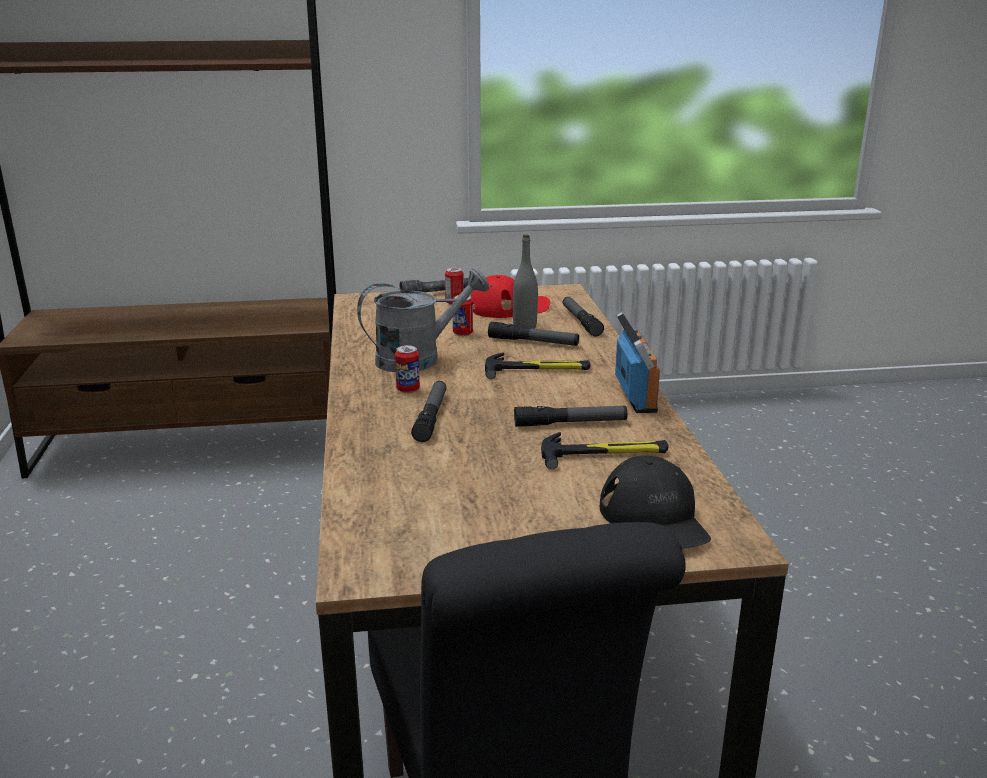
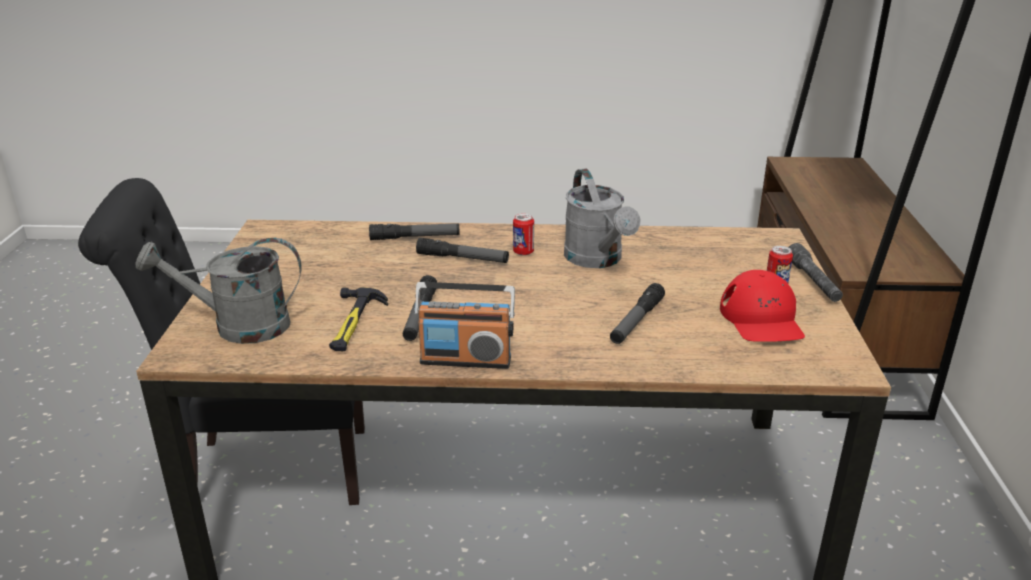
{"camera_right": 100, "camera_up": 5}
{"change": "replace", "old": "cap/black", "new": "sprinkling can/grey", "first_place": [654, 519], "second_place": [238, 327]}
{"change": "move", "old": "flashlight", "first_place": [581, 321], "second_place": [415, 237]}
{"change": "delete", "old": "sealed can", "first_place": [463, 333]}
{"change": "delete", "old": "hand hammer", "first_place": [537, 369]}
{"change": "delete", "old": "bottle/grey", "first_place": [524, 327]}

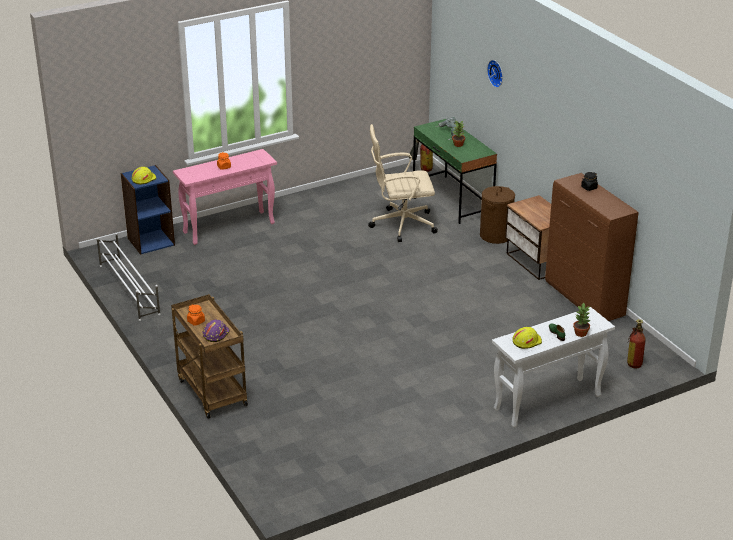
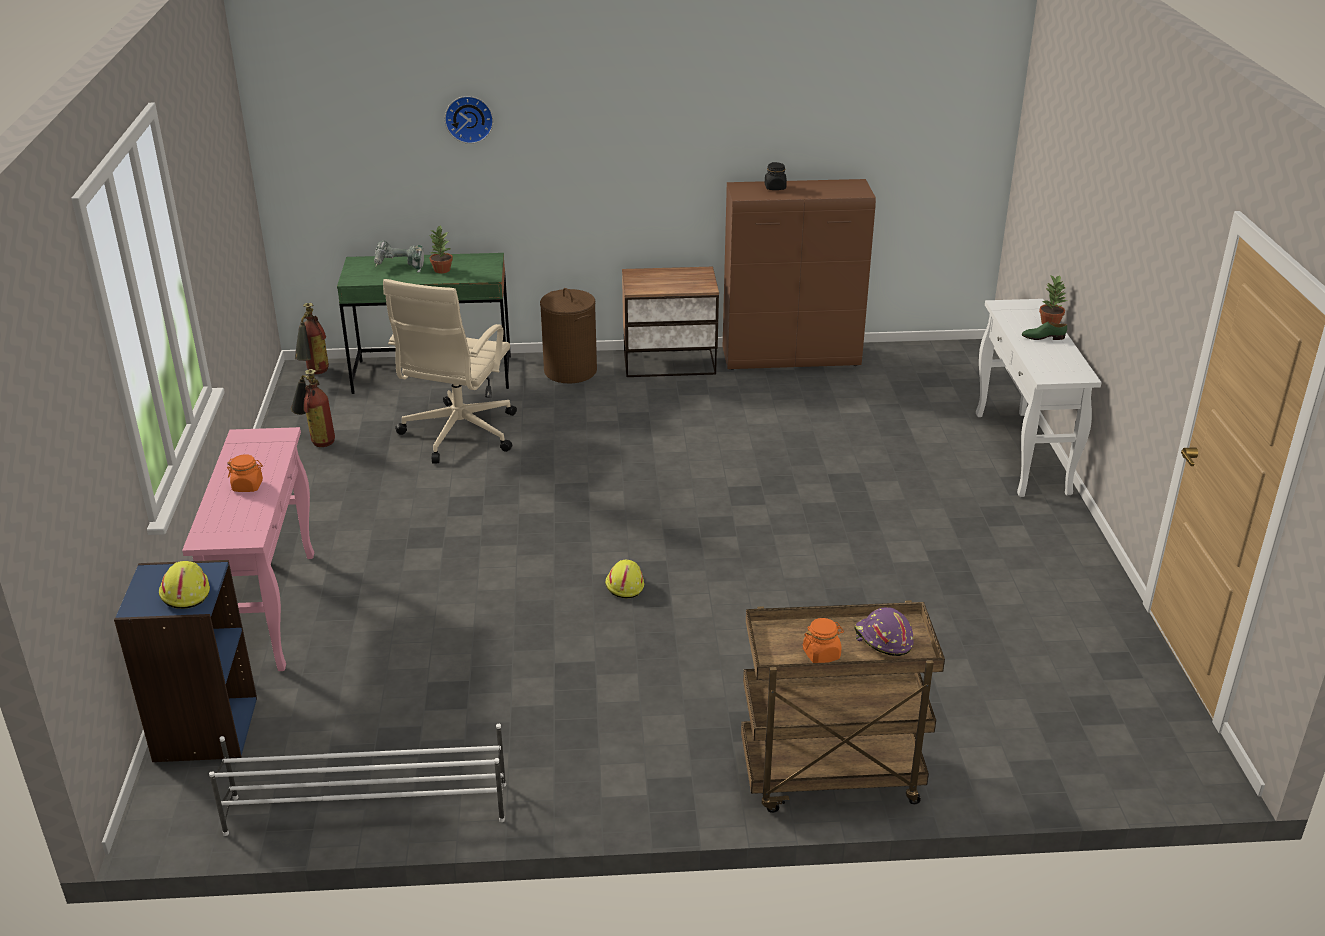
{"camera_right": -65, "camera_up": 0}
{"change": "move", "old": "extinguisher", "first_place": [634, 361], "second_place": [316, 439]}
{"change": "move", "old": "hard hat/yellow-coloured", "first_place": [526, 341], "second_place": [624, 585]}

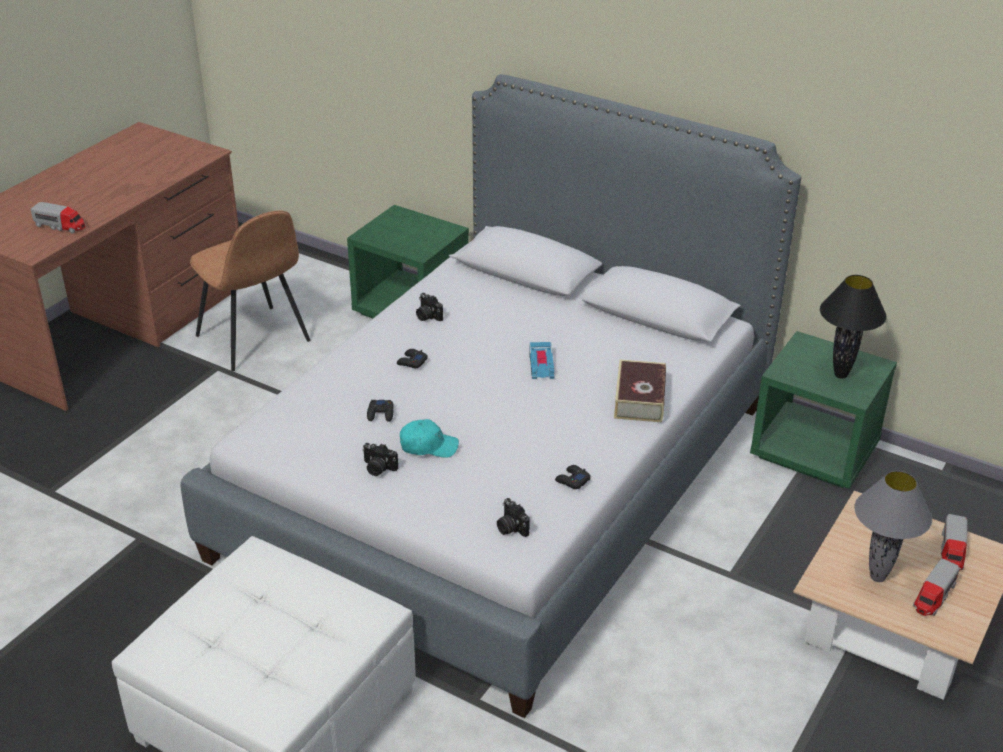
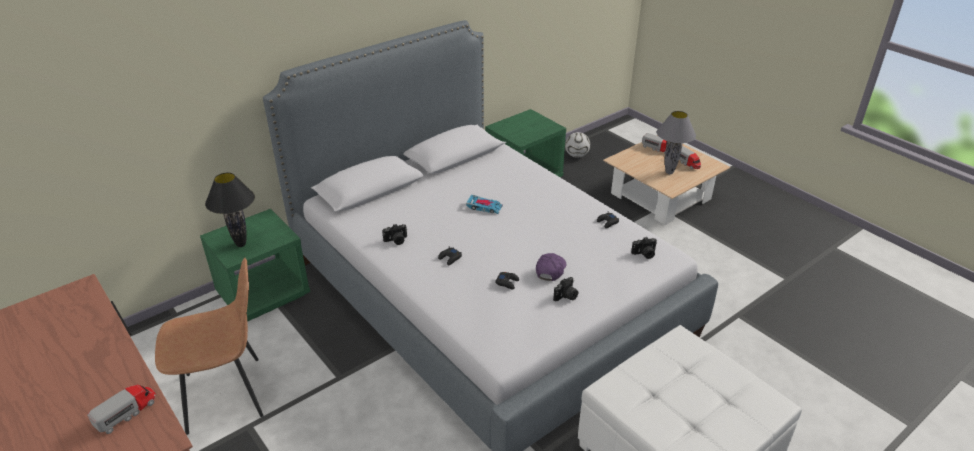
{"camera_right": -70, "camera_up": 0}
{"change": "move", "old": "tabletop lamp/black", "first_place": [841, 375], "second_place": [241, 244]}
{"change": "recolor", "old": "cap/turquoise-coloured", "new": "cap/purple-coloured", "first_place": [428, 446], "second_place": [550, 270]}
{"change": "insert", "new": "football", "second_place": [576, 155]}
{"change": "delete", "old": "book", "first_place": [640, 399]}

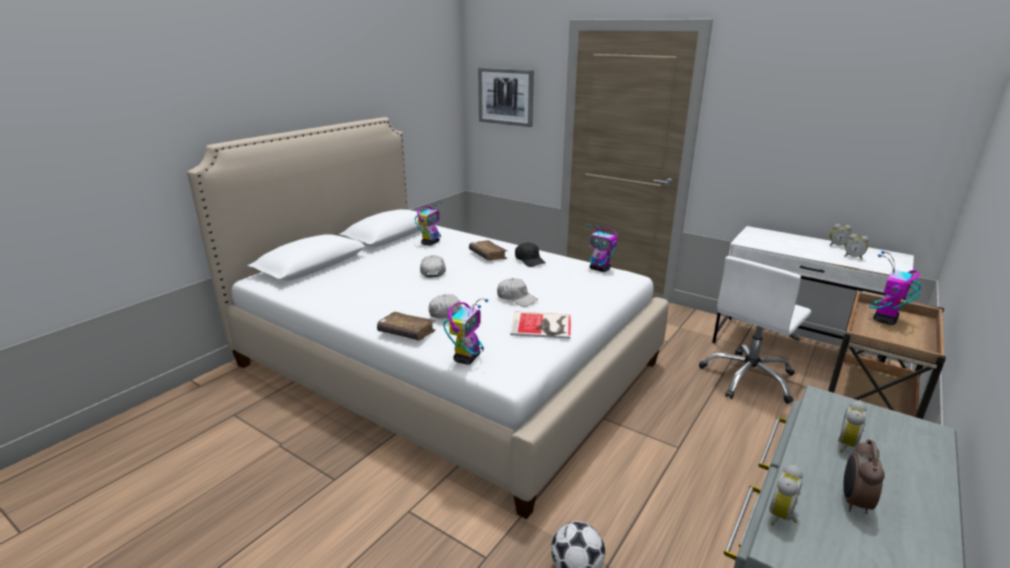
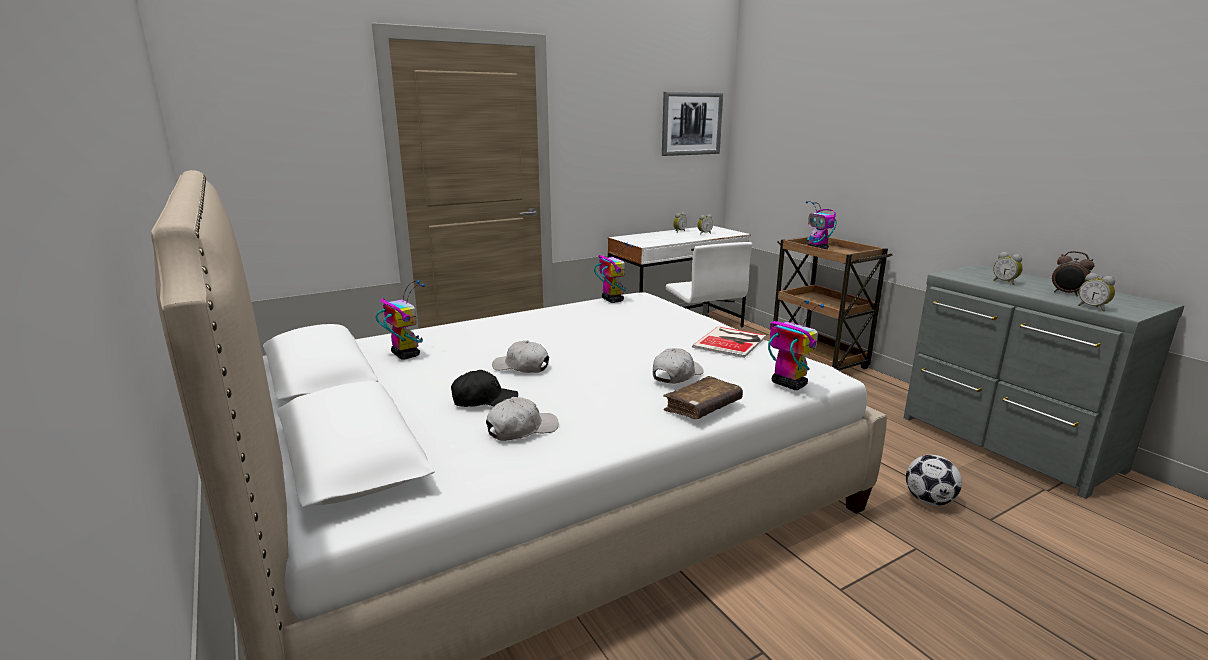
{"camera_right": -65, "camera_up": -5}
{"change": "move", "old": "cap/black", "first_place": [529, 260], "second_place": [484, 400]}
{"change": "move", "old": "cap/white", "first_place": [516, 298], "second_place": [521, 429]}
{"change": "rotate", "old": "robot figure", "first_place": [600, 269], "second_place": [612, 300], "degrees": -90}
{"change": "move", "old": "wall picture", "first_place": [505, 96], "second_place": [691, 123]}
{"change": "delete", "old": "book/brownish", "first_place": [487, 255]}

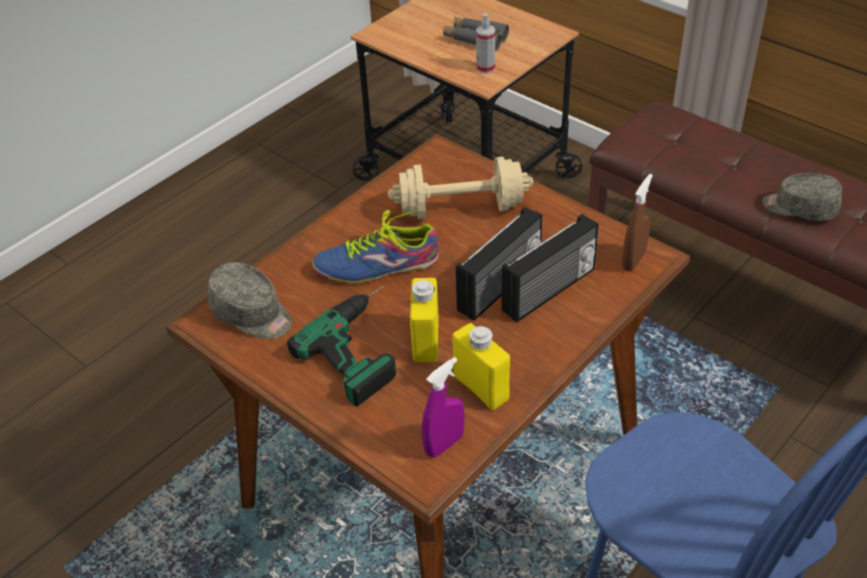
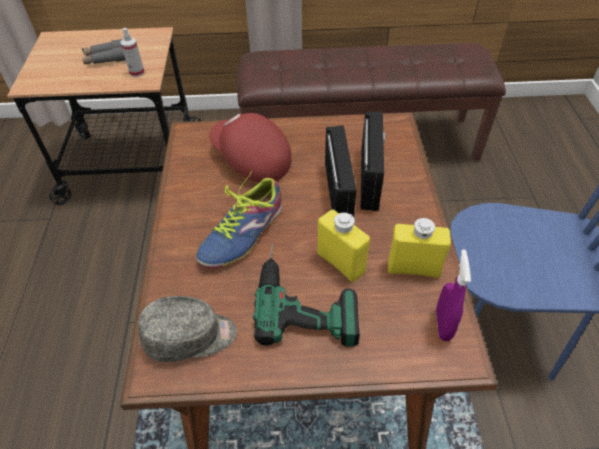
{"camera_right": -45, "camera_up": 5}
{"change": "replace", "old": "hand weight/beige-coloured", "new": "cap/red-coloured", "first_place": [461, 208], "second_place": [251, 160]}
{"change": "delete", "old": "sprayer/brownish", "first_place": [633, 260]}
{"change": "delete", "old": "cap/grey", "first_place": [799, 208]}

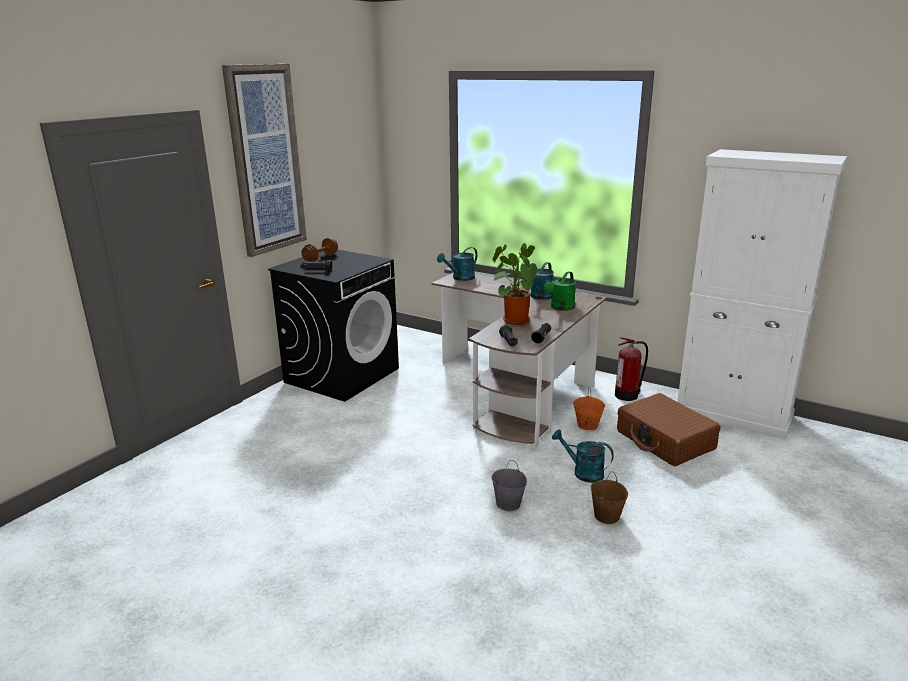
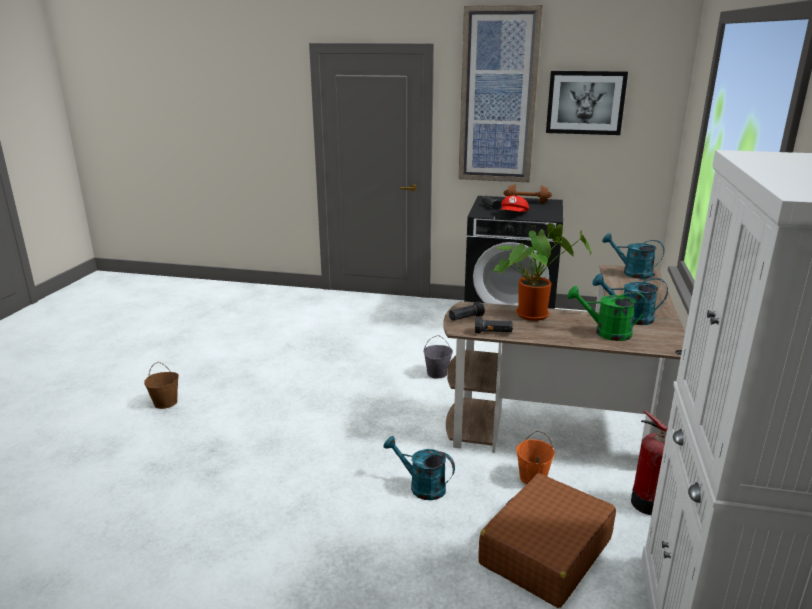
{"camera_right": 70, "camera_up": 0}
{"change": "move", "old": "water bucket/brownish", "first_place": [606, 516], "second_place": [166, 403]}
{"change": "rotate", "old": "sprinkling can/turquoise-coloured", "first_place": [583, 472], "second_place": [421, 486], "degrees": -75}
{"change": "move", "old": "water bucket/grey", "first_place": [508, 504], "second_place": [437, 373]}
{"change": "insert", "new": "cap/red-coloured", "second_place": [514, 215]}
{"change": "insert", "new": "wall picture", "second_place": [585, 102]}

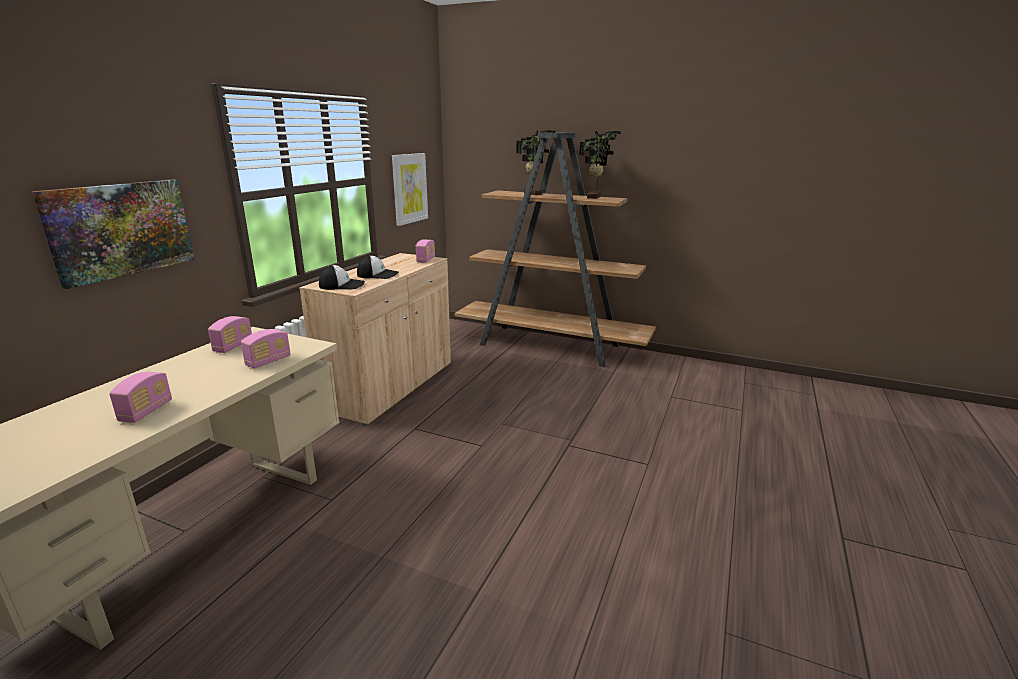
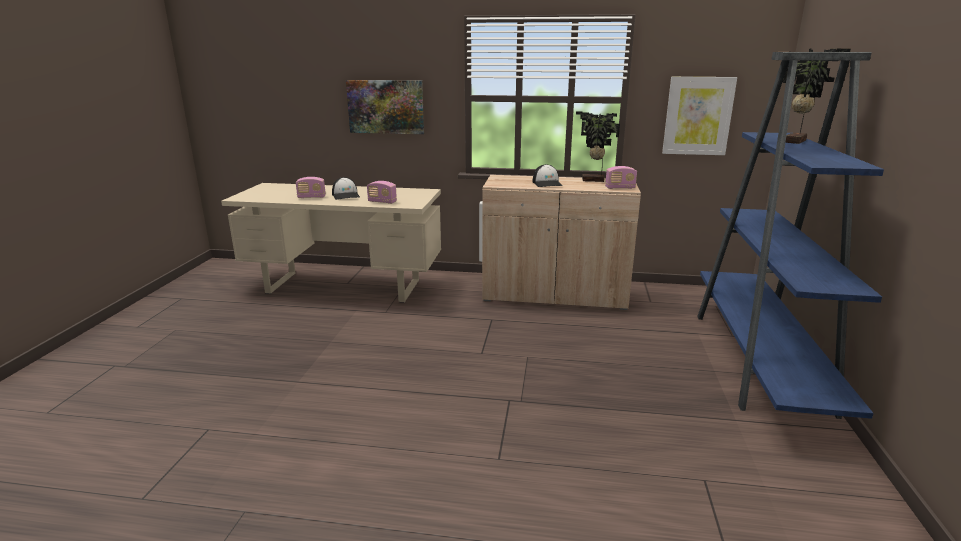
{"camera_right": 75, "camera_up": 0}
{"change": "move", "old": "cap", "first_place": [342, 285], "second_place": [346, 195]}
{"change": "move", "old": "potted plant", "first_place": [595, 197], "second_place": [593, 180]}
{"change": "recolor", "old": "shelving unit/brownish", "new": "shelving unit/bluish", "first_place": [551, 346], "second_place": [759, 361]}
{"change": "delete", "old": "radio set", "first_place": [233, 346]}

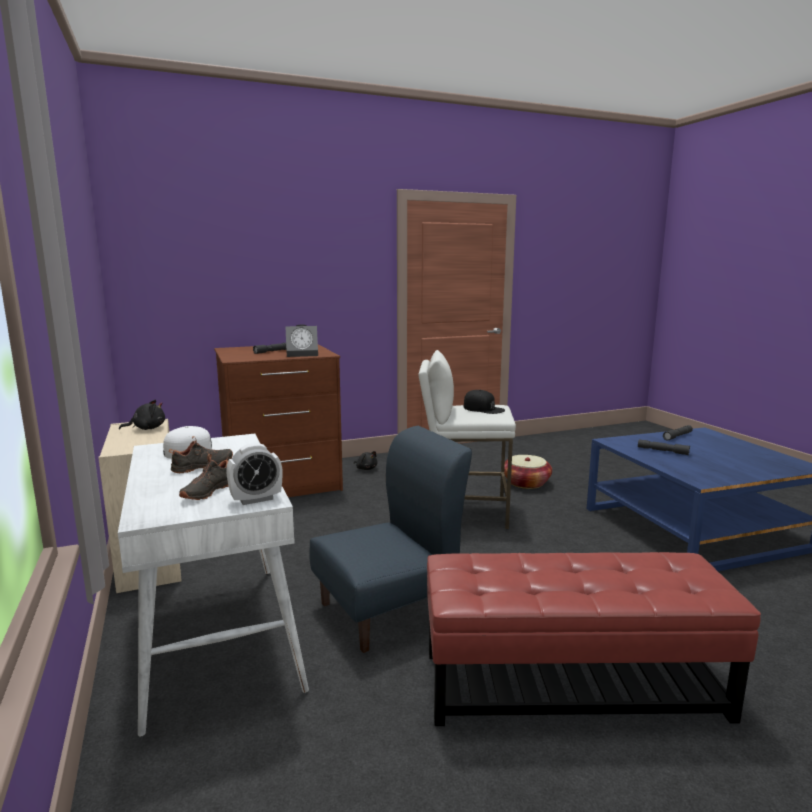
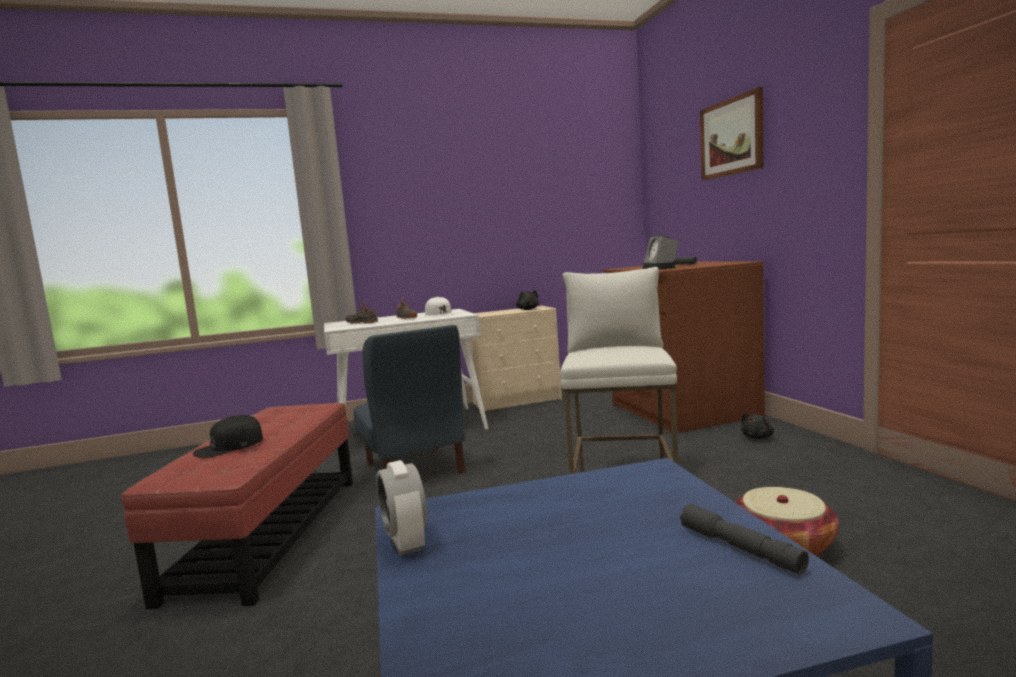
{"camera_right": 95, "camera_up": -5}
{"change": "move", "old": "cap/black", "first_place": [483, 409], "second_place": [229, 446]}
{"change": "move", "old": "table clock", "first_place": [256, 499], "second_place": [406, 543]}
{"change": "insert", "new": "wall picture", "second_place": [732, 137]}
{"change": "delete", "old": "flashlight/grey", "first_place": [662, 451]}

